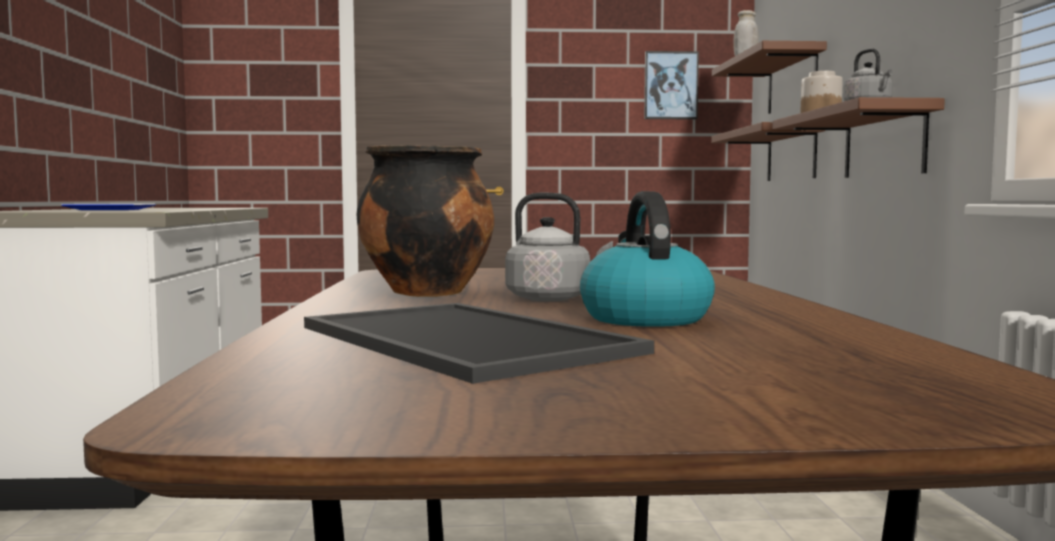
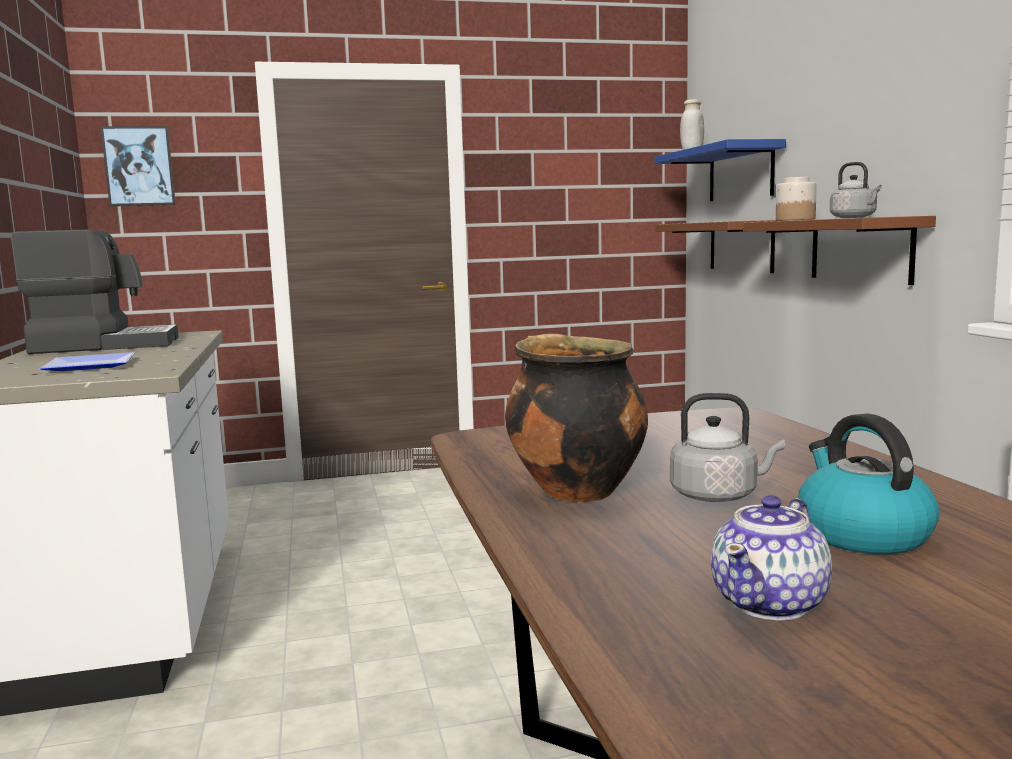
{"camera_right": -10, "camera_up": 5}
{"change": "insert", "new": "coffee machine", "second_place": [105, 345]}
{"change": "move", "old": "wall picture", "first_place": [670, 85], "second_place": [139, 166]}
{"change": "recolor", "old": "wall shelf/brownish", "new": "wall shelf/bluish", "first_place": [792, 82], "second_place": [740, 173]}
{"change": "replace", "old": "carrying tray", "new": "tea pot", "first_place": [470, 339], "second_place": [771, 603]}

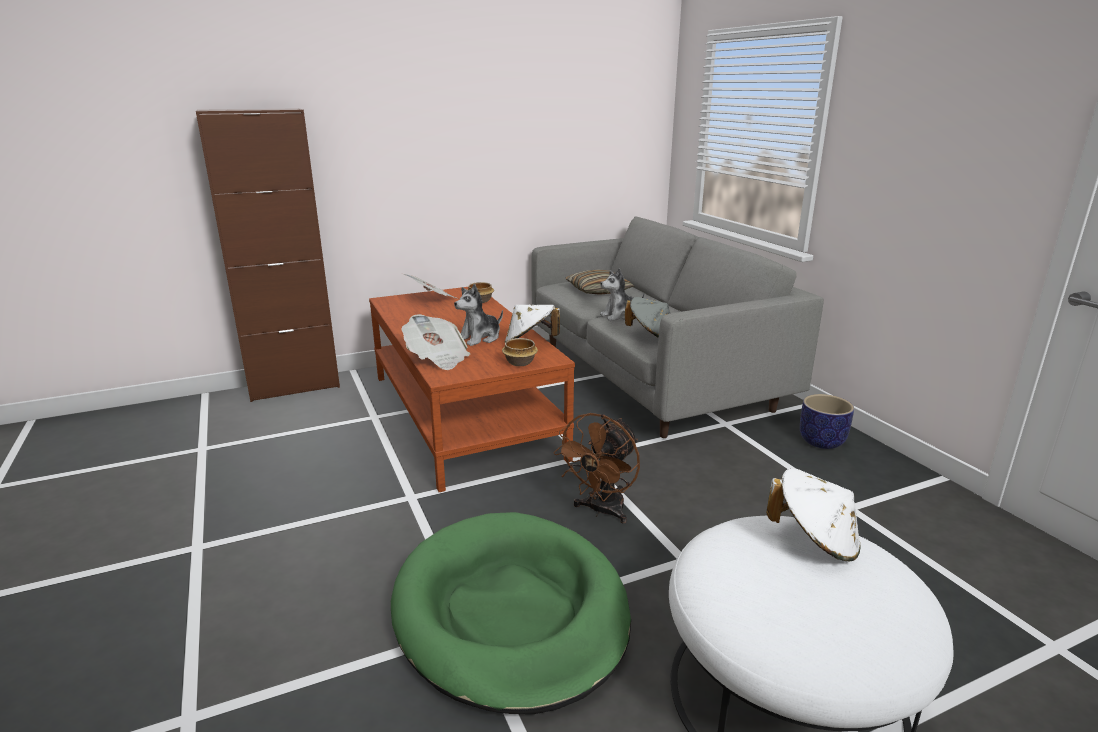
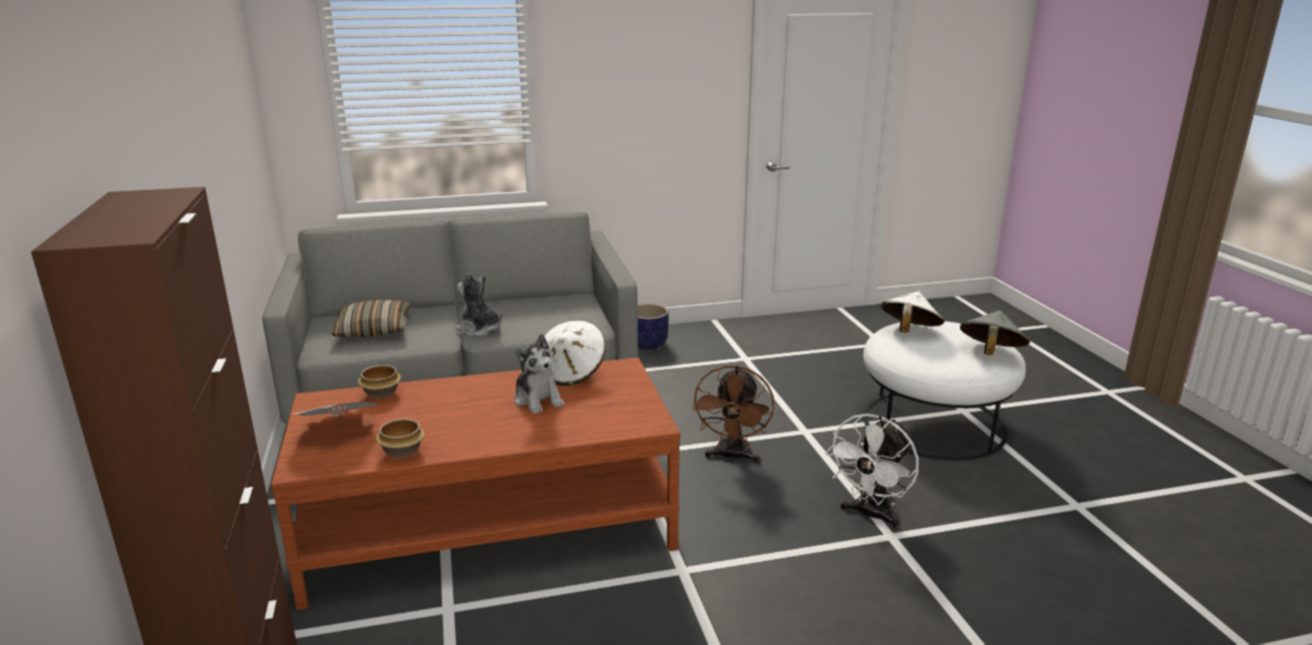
{"camera_right": -80, "camera_up": 0}
{"change": "move", "old": "deep dish", "first_place": [520, 362], "second_place": [401, 451]}
{"change": "rotate", "old": "plush toy", "first_place": [620, 316], "second_place": [480, 329], "degrees": 135}
{"change": "rotate", "old": "cooling fan/brownish", "first_place": [601, 511], "second_place": [732, 457], "degrees": 60}
{"change": "replace", "old": "dog cushion/green-coloured", "new": "cooling fan/white", "first_place": [511, 613], "second_place": [871, 515]}
{"change": "move", "old": "hat/grey", "first_place": [651, 336], "second_place": [990, 353]}
{"change": "delete", "old": "printed paper", "first_place": [437, 358]}

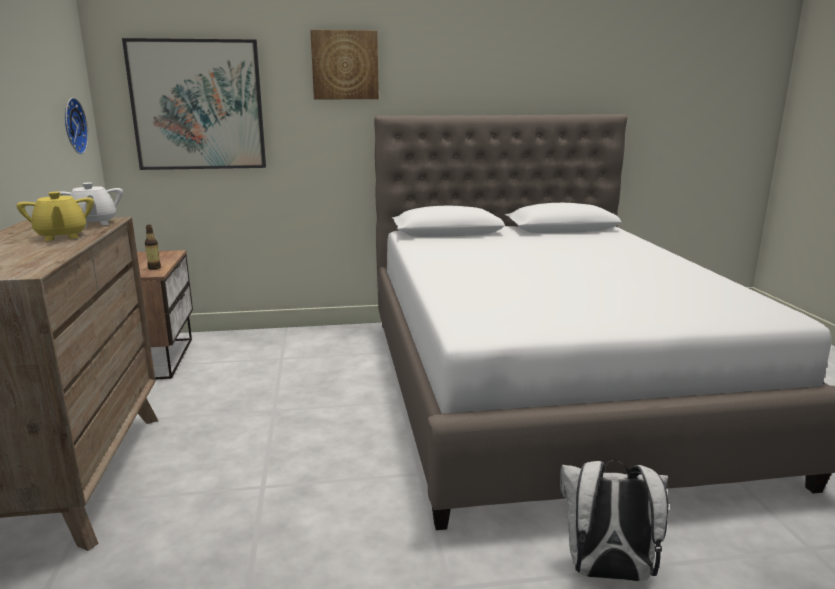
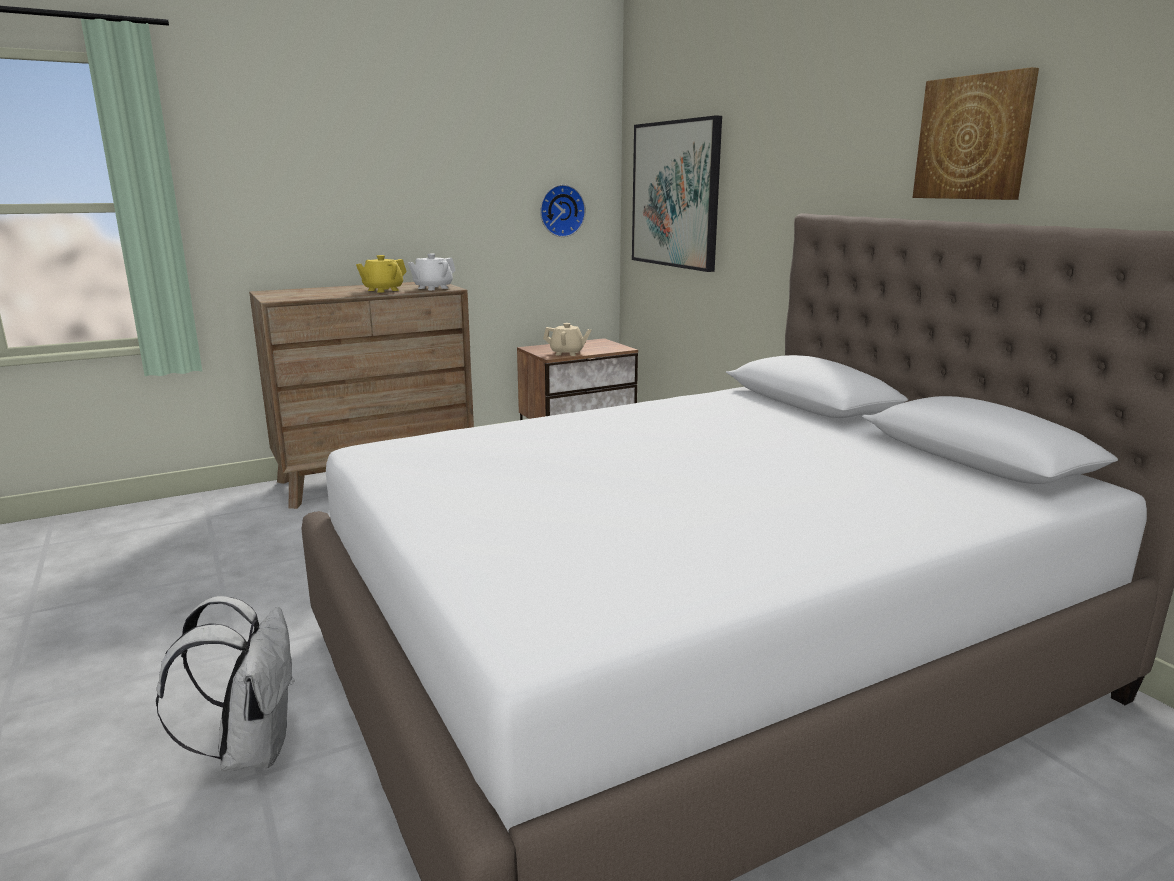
{"camera_right": 70, "camera_up": 0}
{"change": "replace", "old": "bottle", "new": "tea pot/beige-coloured", "first_place": [154, 268], "second_place": [567, 353]}
{"change": "move", "old": "wall picture", "first_place": [345, 65], "second_place": [974, 138]}

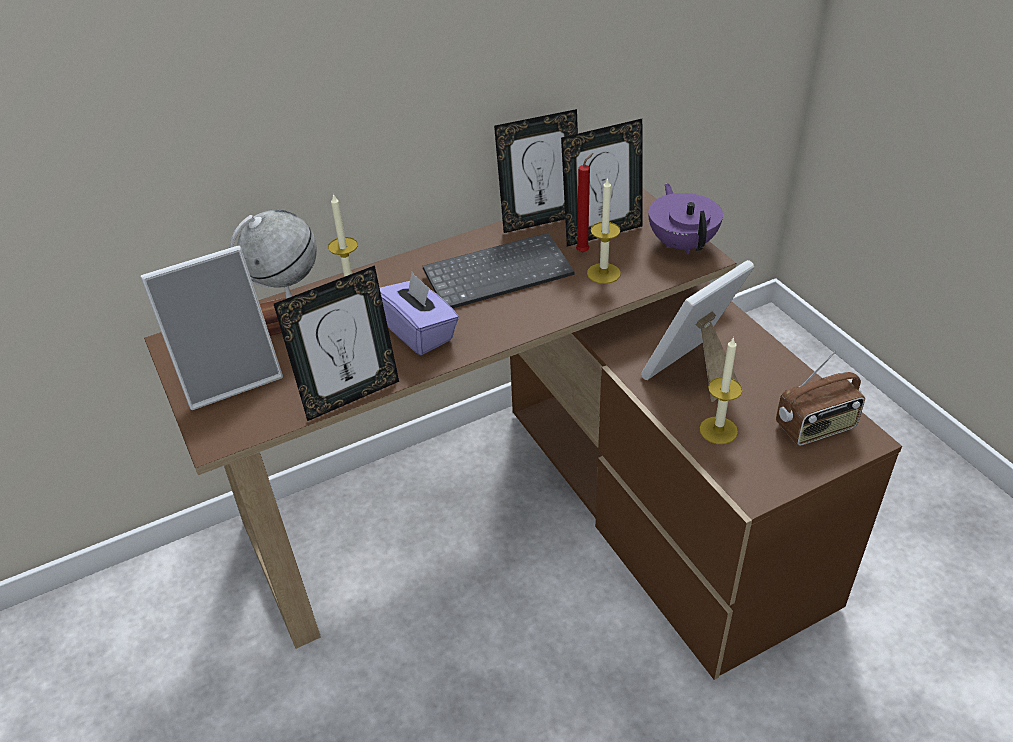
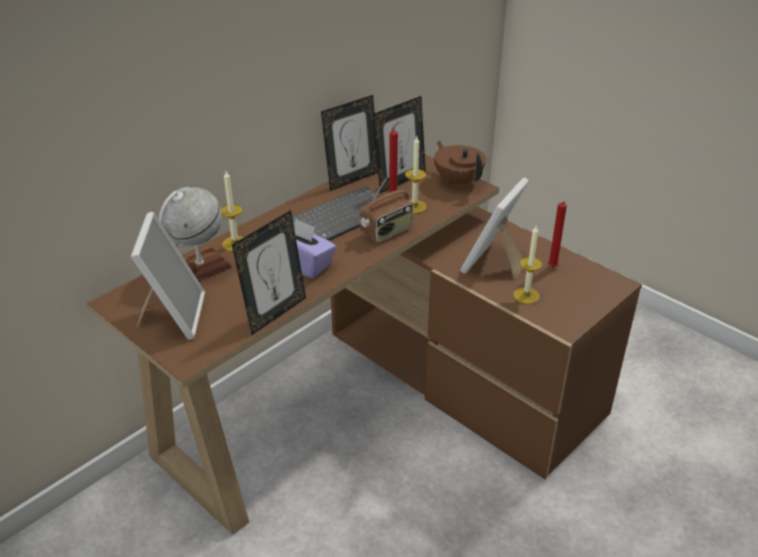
{"camera_right": -20, "camera_up": -5}
{"change": "rotate", "old": "photo frame", "first_place": [229, 374], "second_place": [173, 316], "degrees": -45}
{"change": "move", "old": "radio set", "first_place": [816, 428], "second_place": [387, 232]}
{"change": "recolor", "old": "tea pot/purple-coloured", "new": "tea pot/brownish", "first_place": [682, 243], "second_place": [458, 180]}
{"change": "insert", "new": "candle/red-coloured", "second_place": [552, 268]}

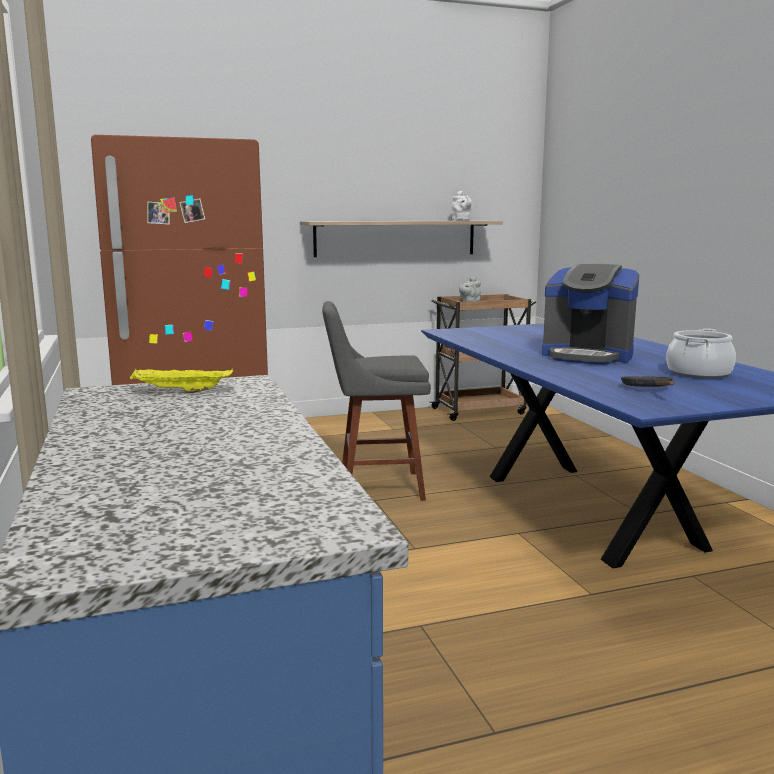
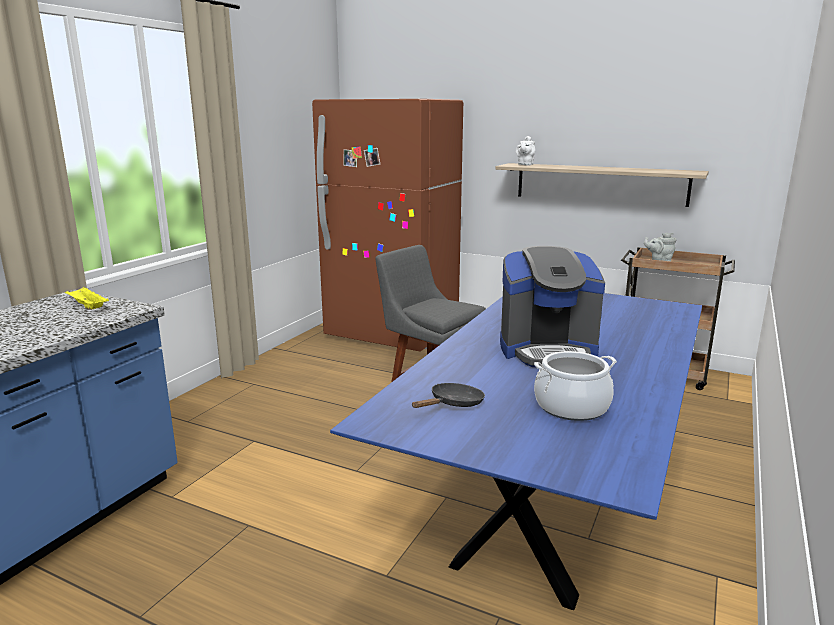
{"camera_right": 45, "camera_up": 5}
{"change": "rotate", "old": "coffee machine", "first_place": [587, 356], "second_place": [547, 350], "degrees": -75}
{"change": "move", "old": "tea pot/white", "first_place": [461, 220], "second_place": [525, 164]}

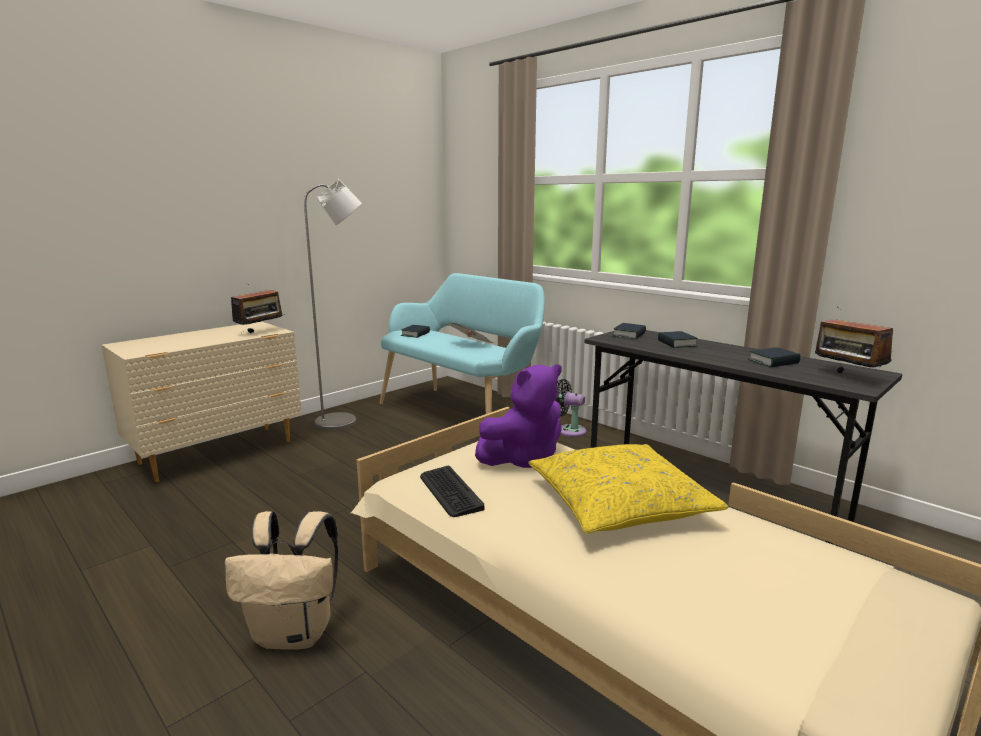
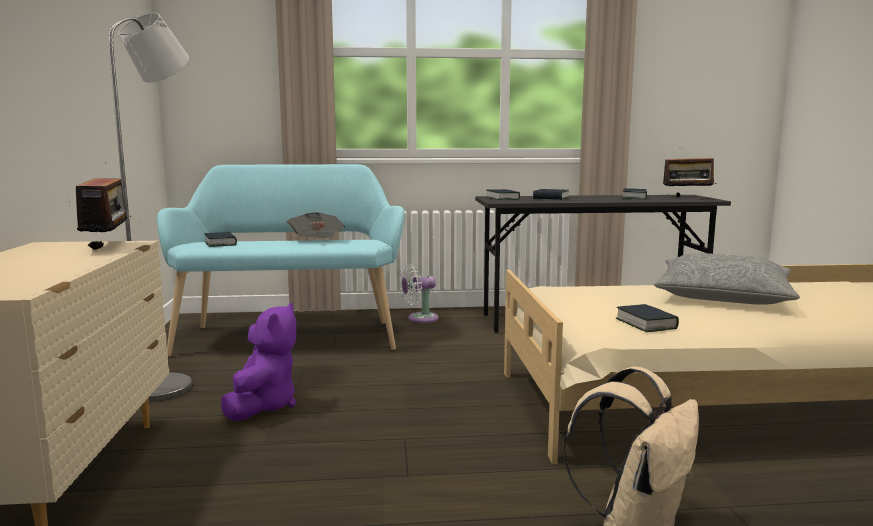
{"camera_right": -50, "camera_up": -5}
{"change": "move", "old": "plush toy/purple-coloured", "first_place": [524, 459], "second_place": [263, 405]}
{"change": "recolor", "old": "cooling fan/black", "new": "cooling fan/white", "first_place": [568, 430], "second_place": [419, 319]}
{"change": "replace", "old": "keyboard", "new": "book", "first_place": [450, 492], "second_place": [646, 324]}
{"change": "recolor", "old": "cushion/yellow-coloured", "new": "cushion/grey", "first_place": [619, 503], "second_place": [723, 296]}

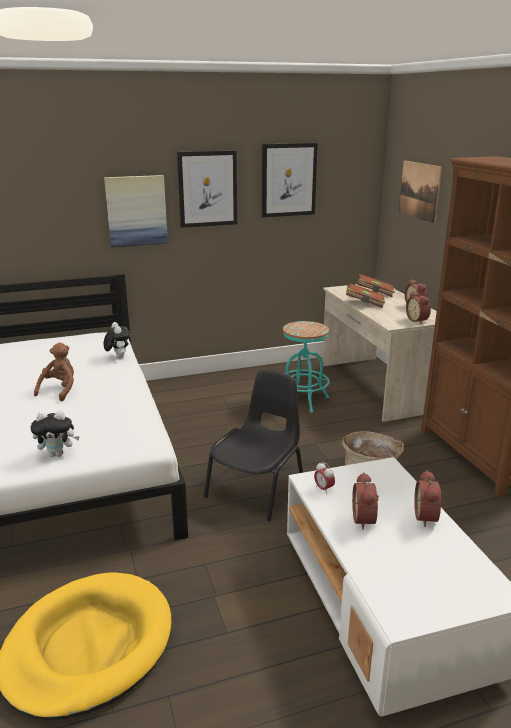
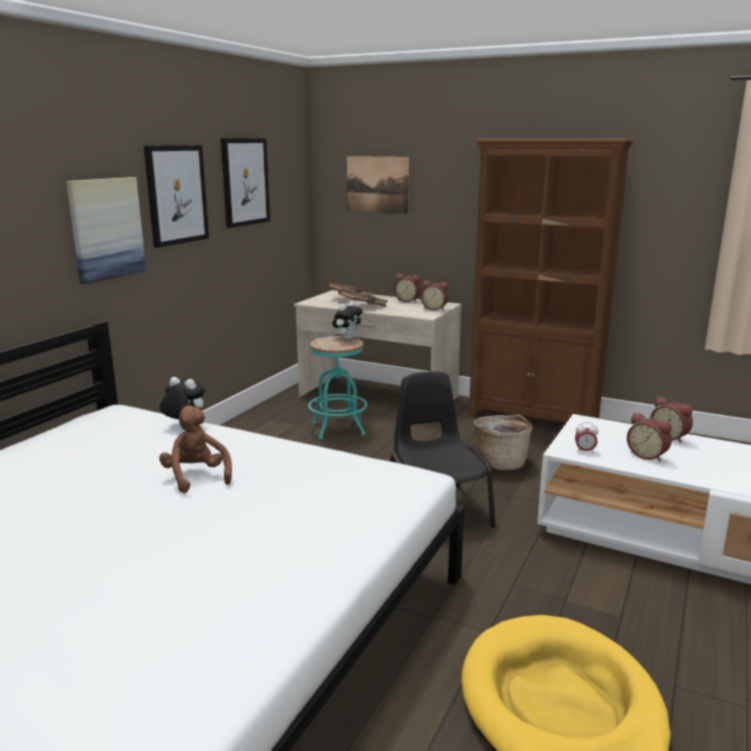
{"camera_right": -45, "camera_up": -5}
{"change": "move", "old": "plush toy", "first_place": [58, 454], "second_place": [347, 338]}

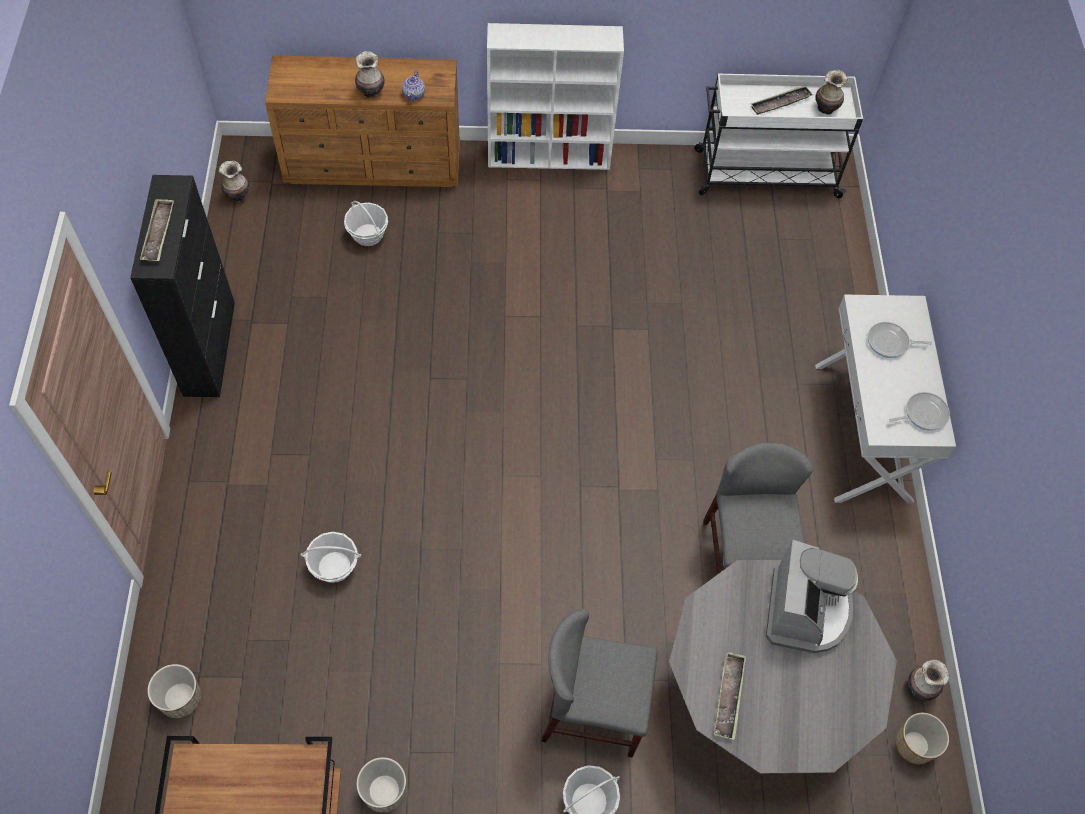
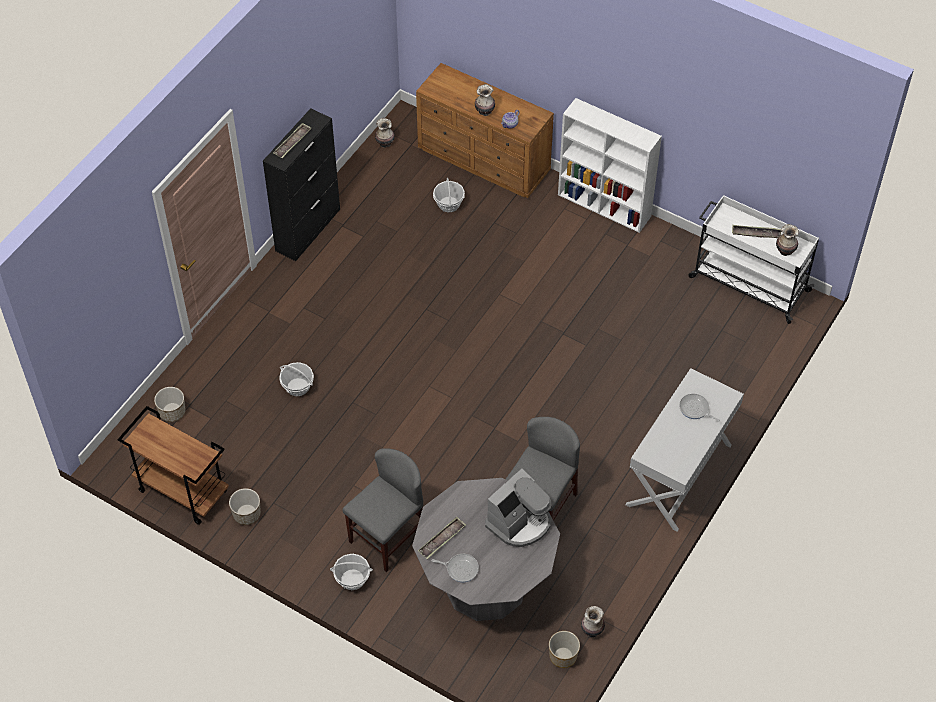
{"camera_right": 35, "camera_up": -5}
{"change": "rotate", "old": "chair/grey", "first_place": [593, 711], "second_place": [388, 537], "degrees": 90}
{"change": "move", "old": "frying pan", "first_place": [923, 414], "second_place": [460, 568]}

